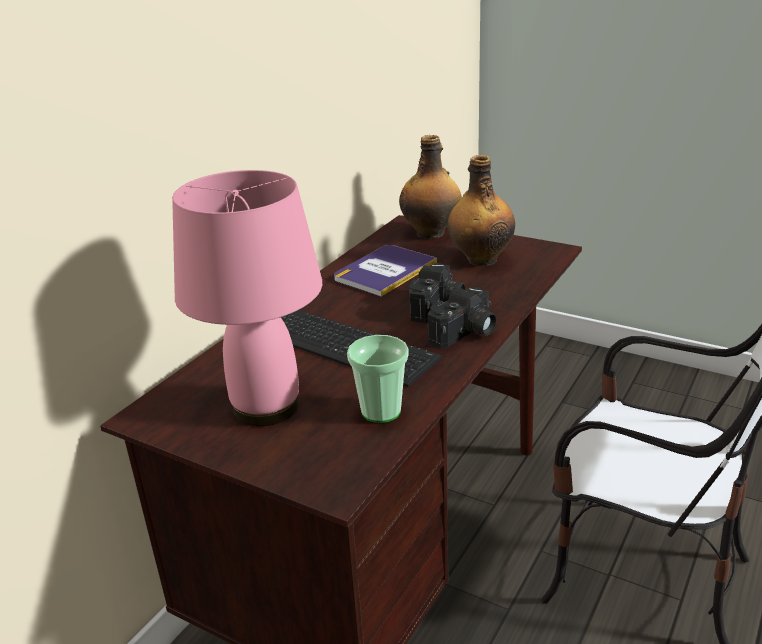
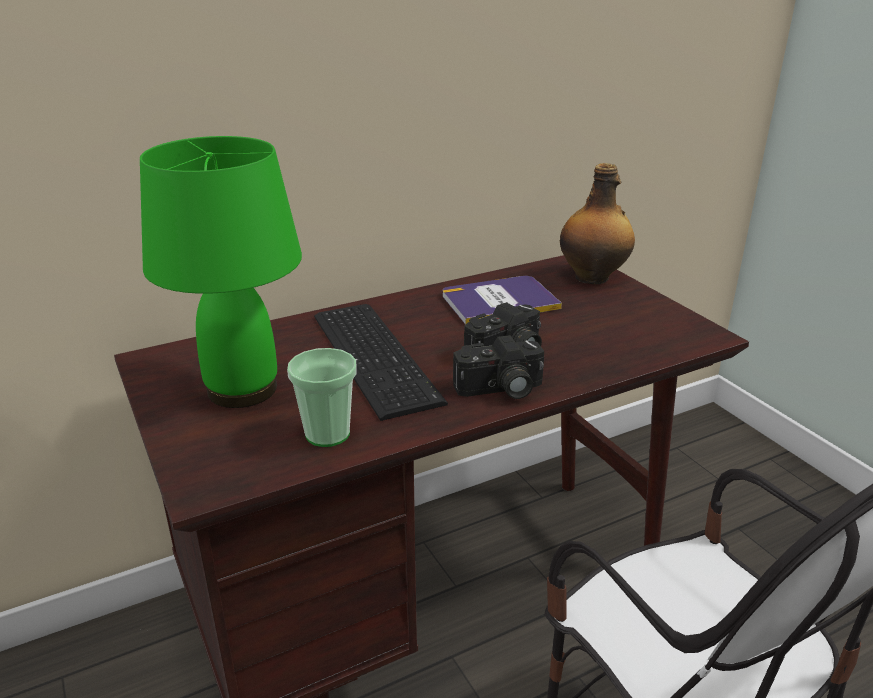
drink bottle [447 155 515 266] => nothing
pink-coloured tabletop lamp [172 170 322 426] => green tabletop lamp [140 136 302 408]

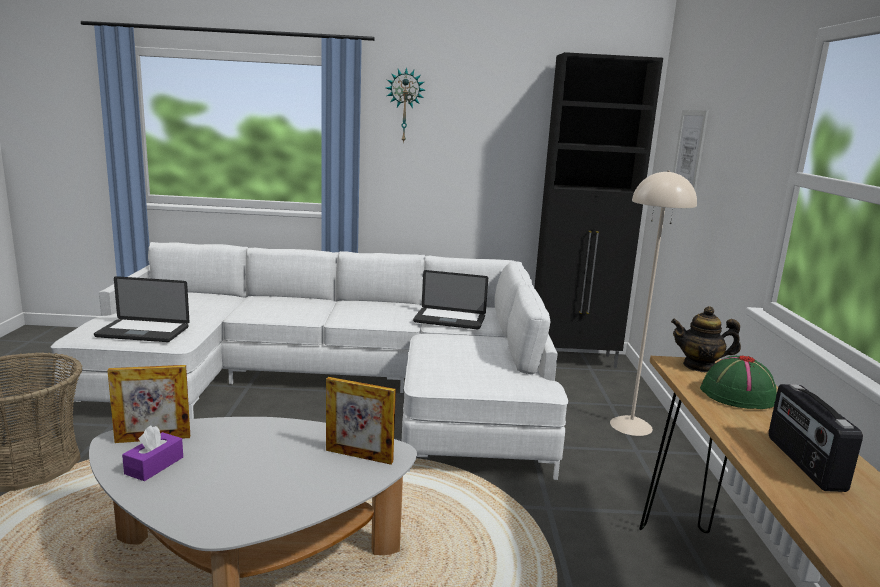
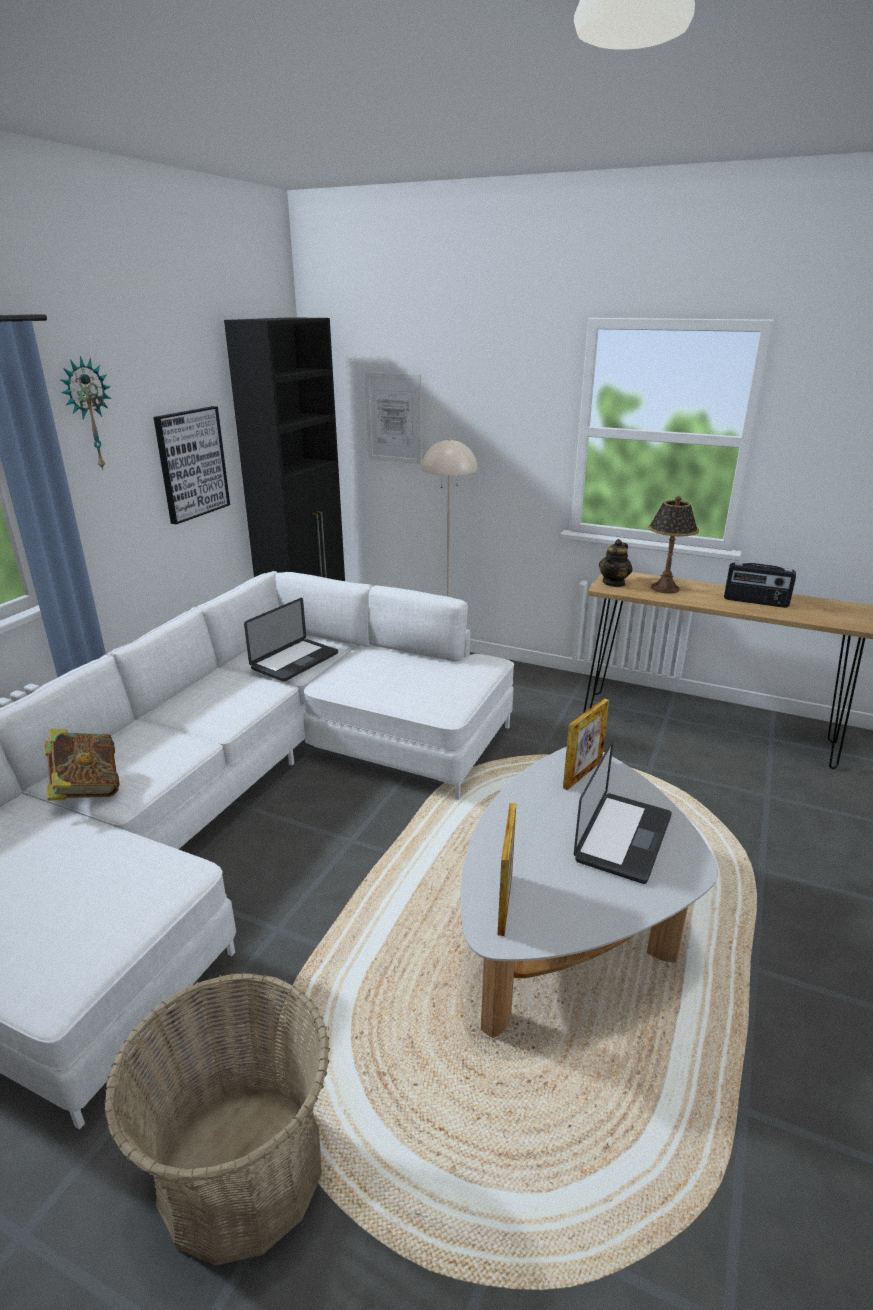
purplish tissue box [122 426 183 481] => nothing
nothing => book [45 729 120 800]
nothing => wall art [153 406 230 525]
portable computer [94 276 189 342] => portable computer [574 739 672 884], moved
green wearable hat [700 355 777 409] => tabletop lamp [648 496 699 593]

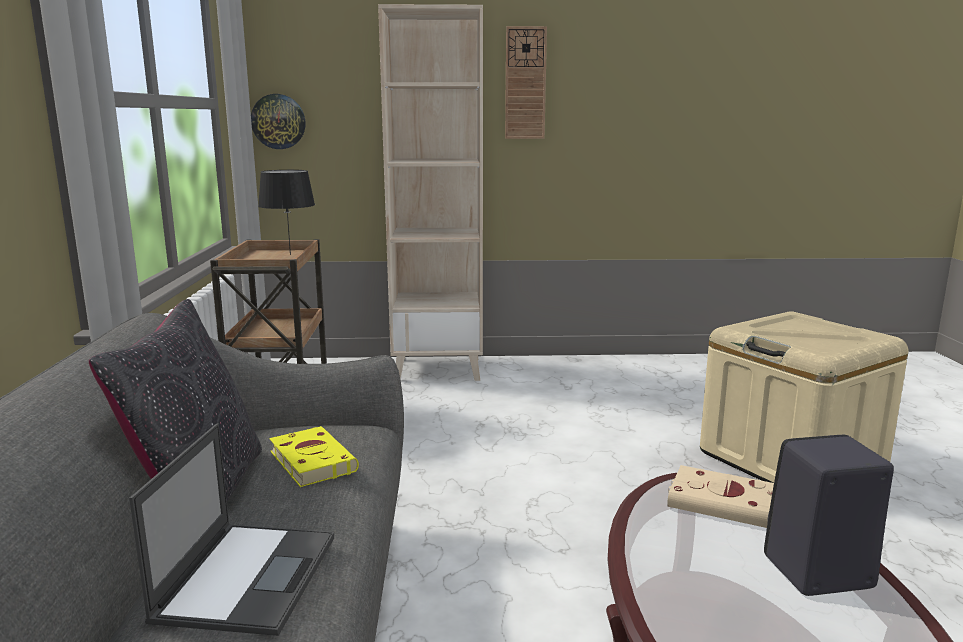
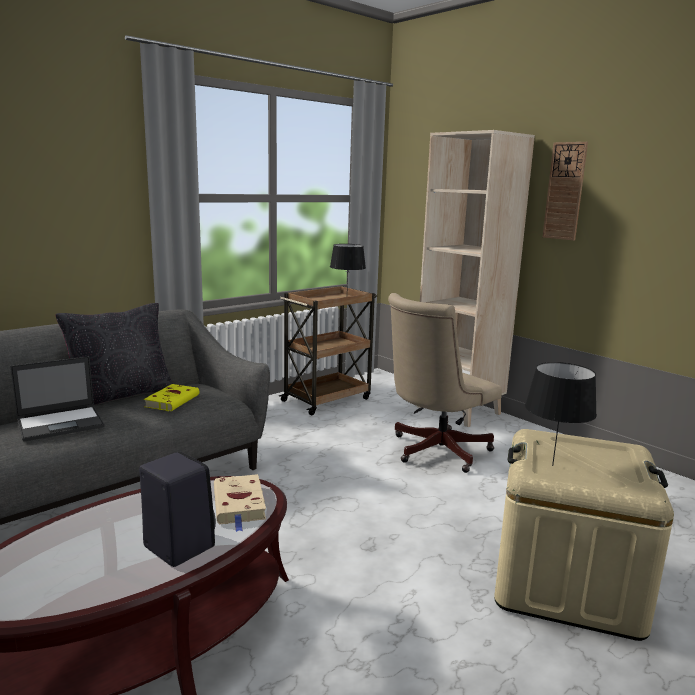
clock on the wall [251 94 306 149] => nothing
nothing => beige-coloured desk chair [388 293 502 473]
nothing => blackish tabletop lamp [525 362 597 466]

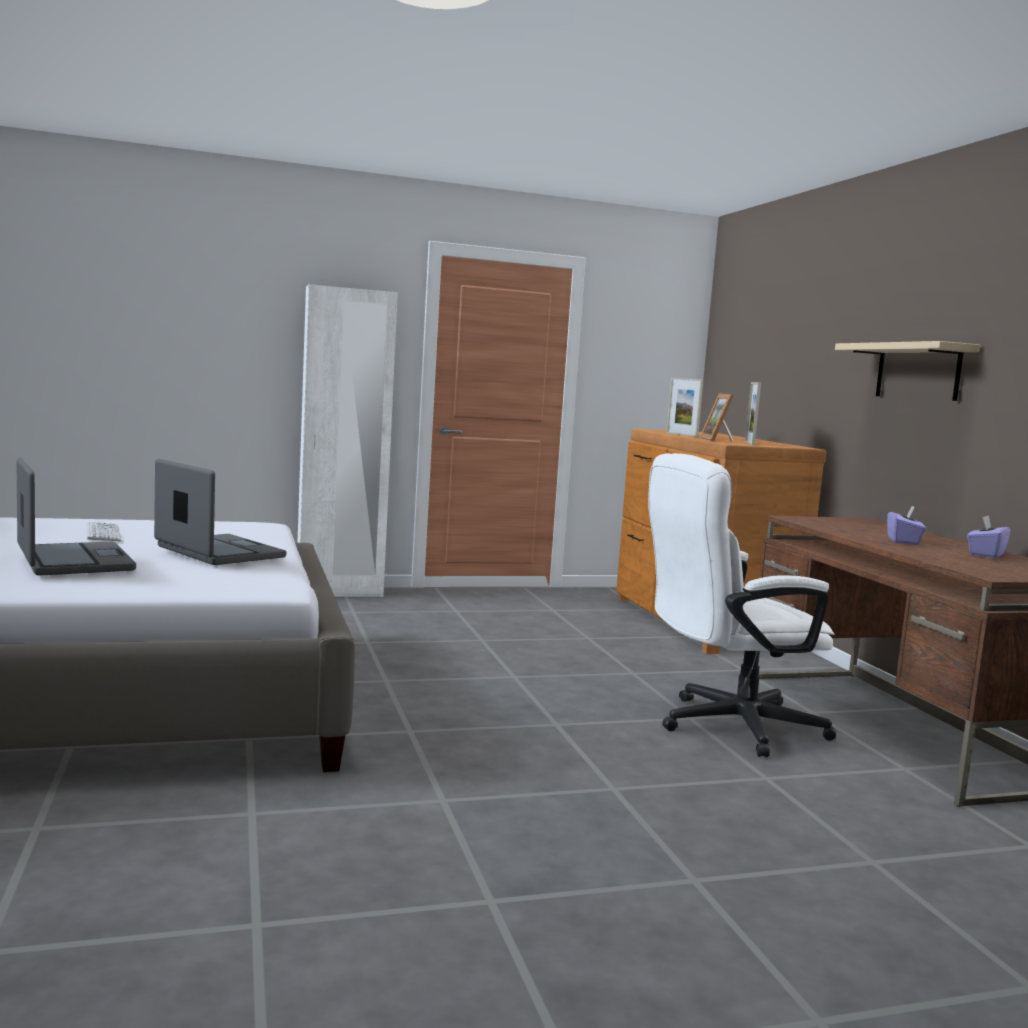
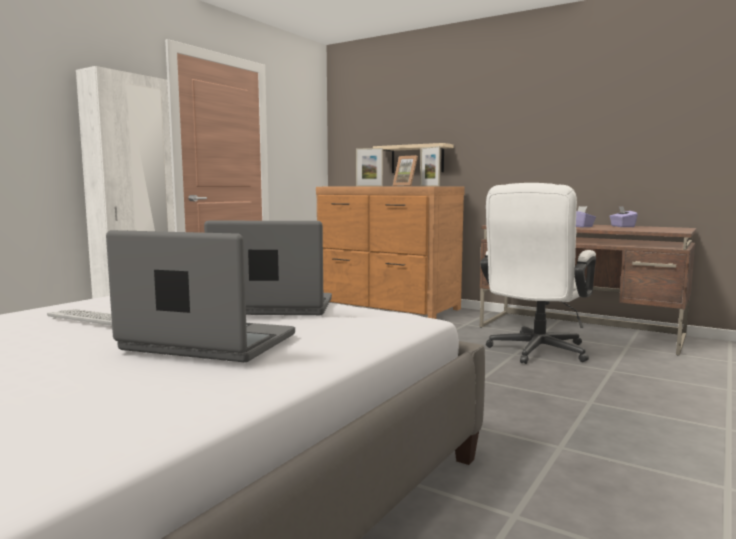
beige-coloured shelf [835 341 980 401] => beige-coloured shelf [373 143 454 173], moved

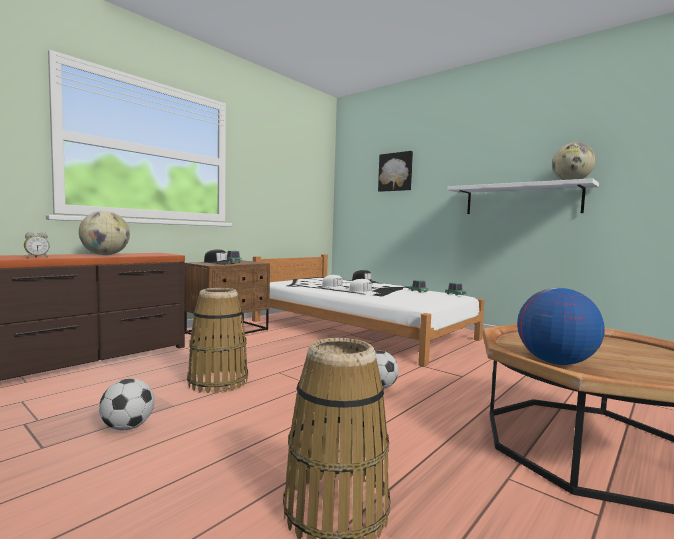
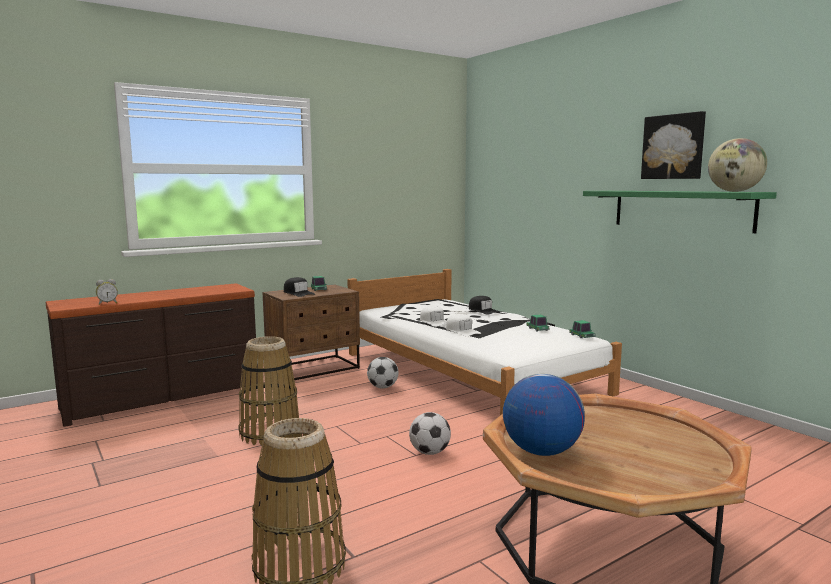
desk globe [79 211 130 255] => nothing
football ball [99 378 155 430] => football ball [367 357 398 388], moved
wall art [378 151 413 192] => wall art [641 111 706 179], moved
whitish shelf [448 178 599 214] => green shelf [583 191 777 233]

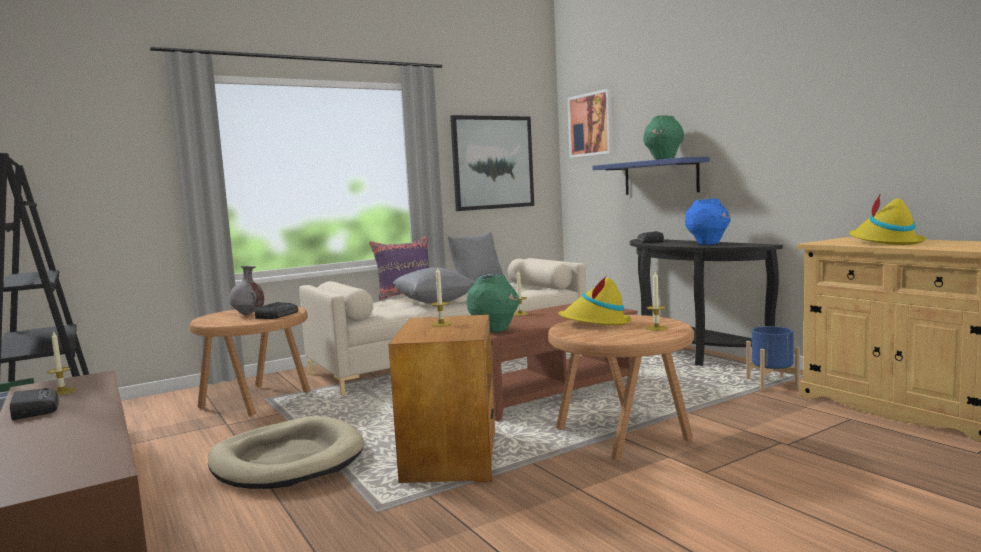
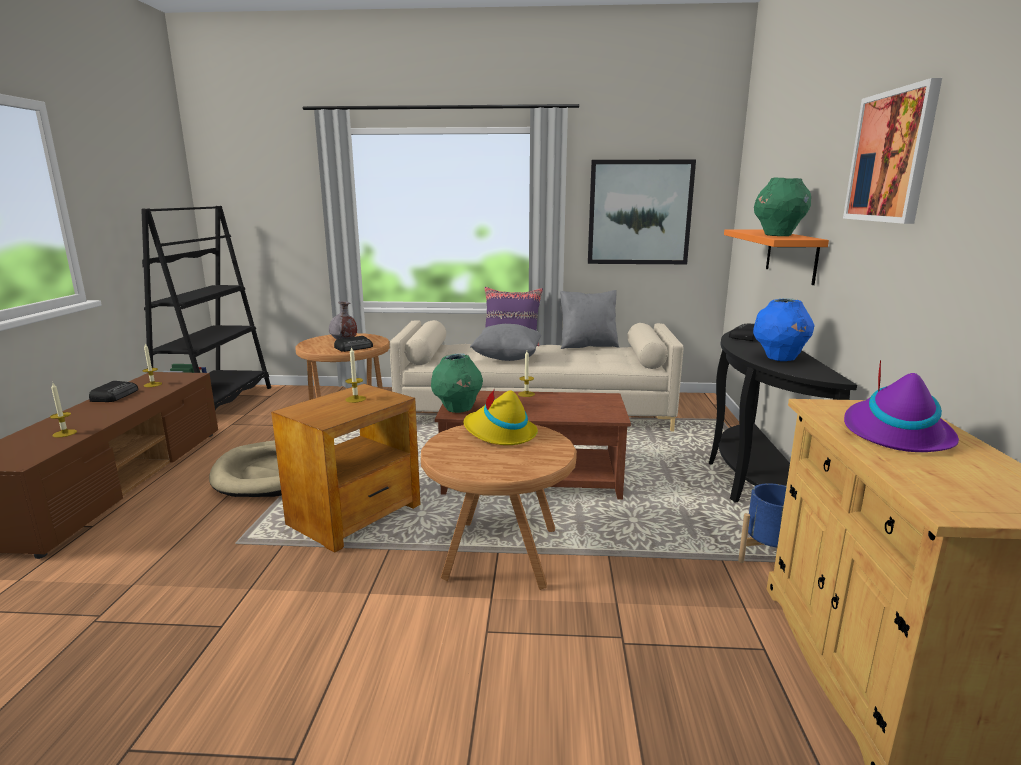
wall art [568 89 613 158] => wall art [843 78 942 224], moved
wax light [646 271 668 331] => wax light [50 383 77 438], moved
blue-coloured shelf [592 157 710 195] => orangey shelf [724 229 829 285]
yellowish wearable hat [849 195 927 245] => purplish wearable hat [844 360 959 452]

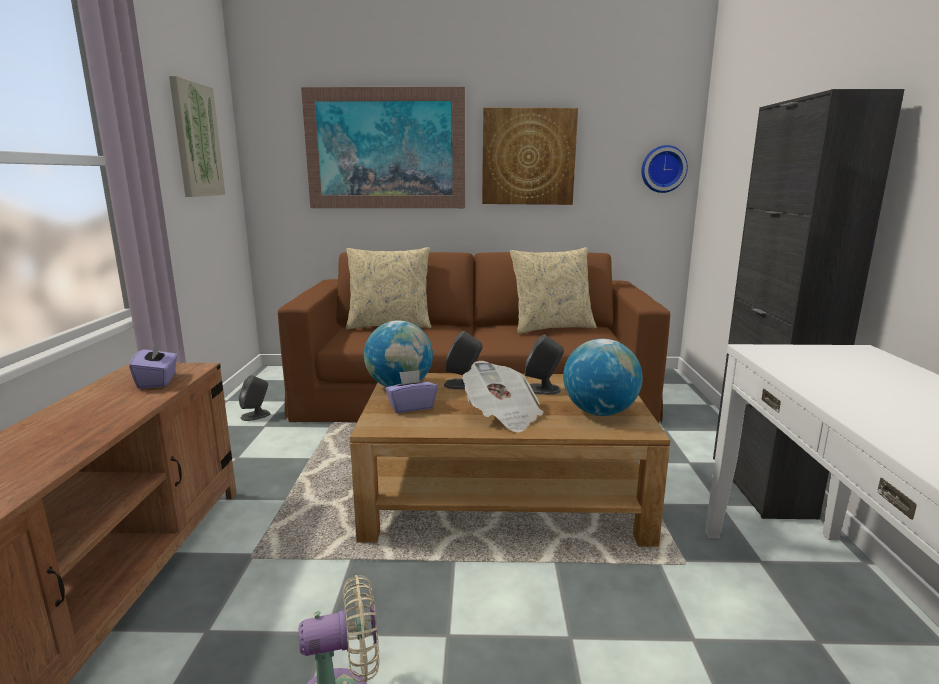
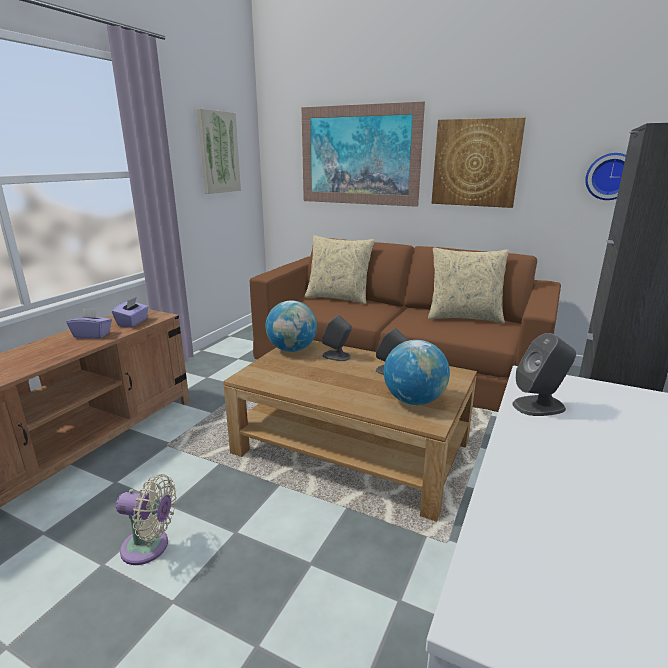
newspaper [462 361 544 433] => nothing
grey loudspeaker [239 375 270 421] => grey loudspeaker [512 333 576 416], moved
purplish tissue box [385 370 438 413] => purplish tissue box [66 308 112 339], moved

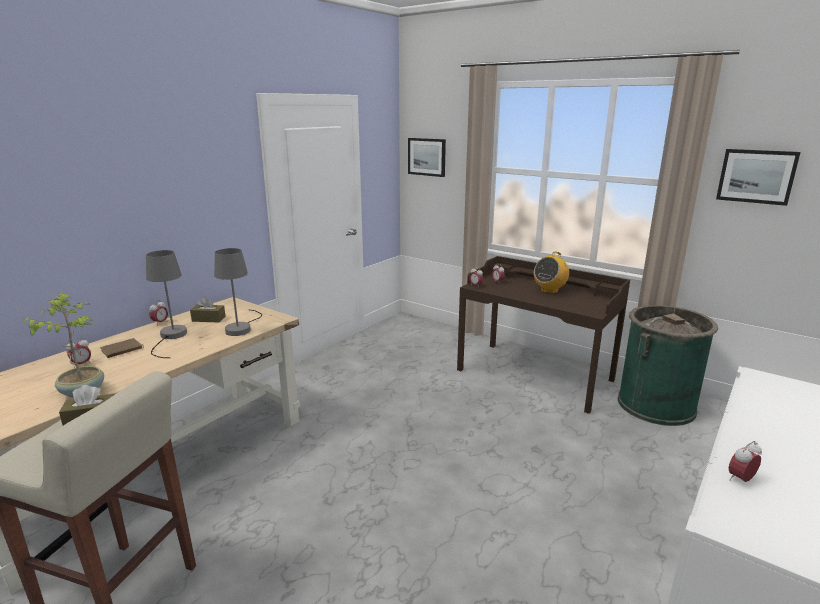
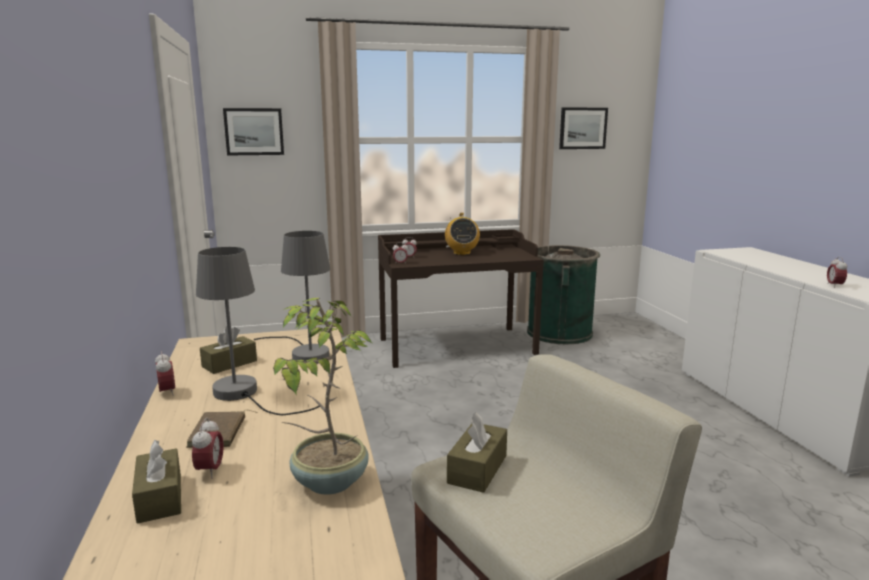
nothing => brown tissue box [132 440 181 524]

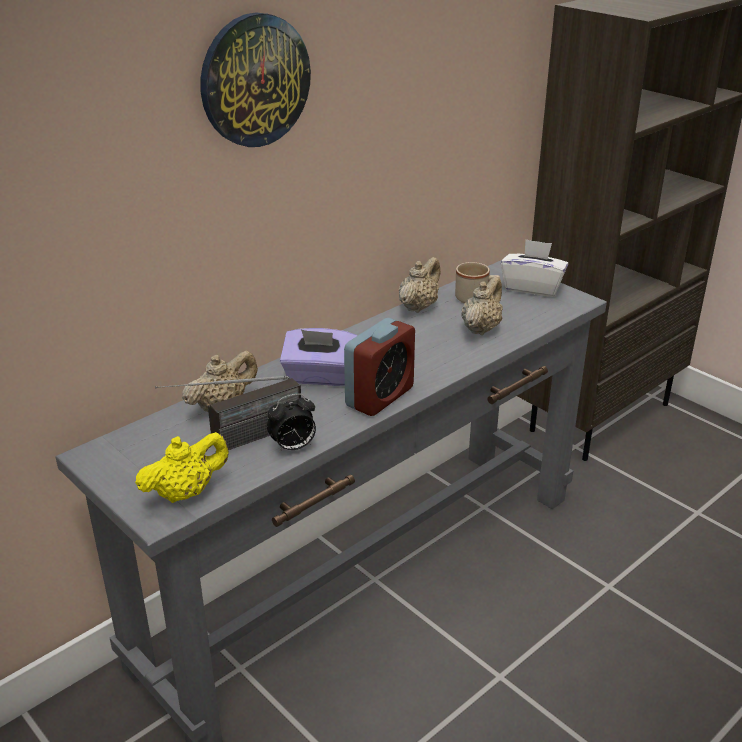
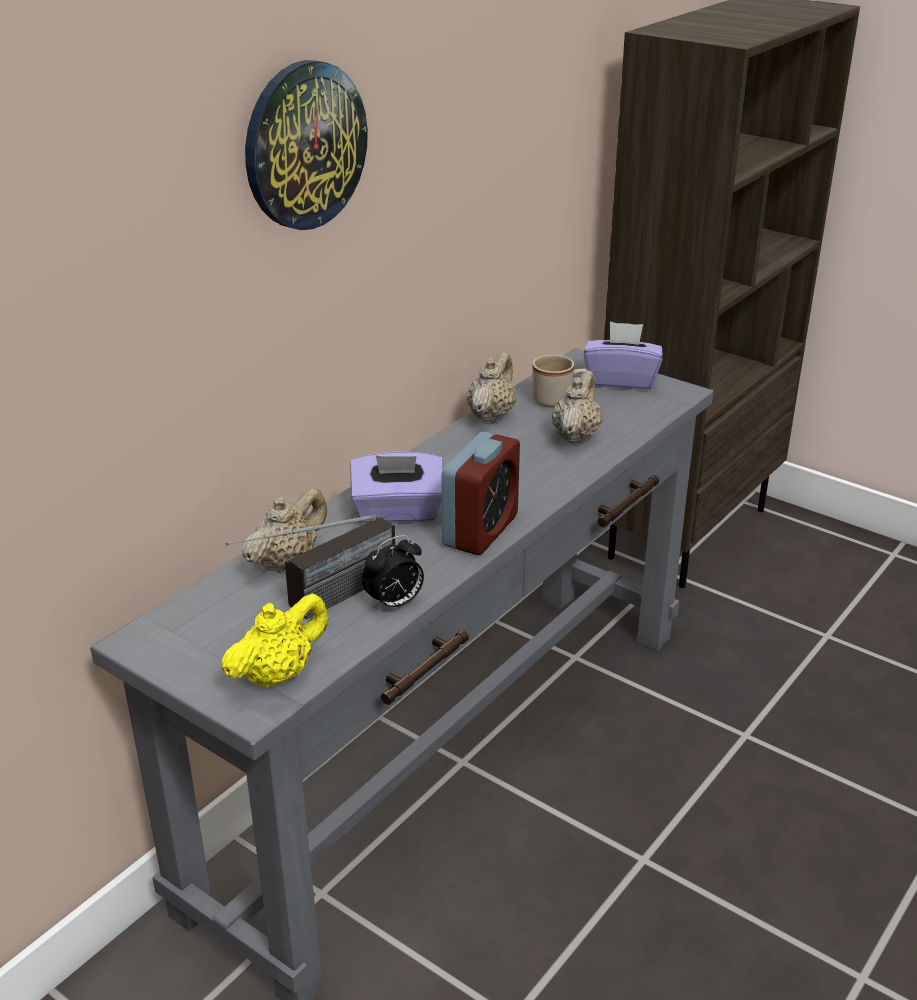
whitish tissue box [501 239 568 297] => purplish tissue box [584 321 663 390]

